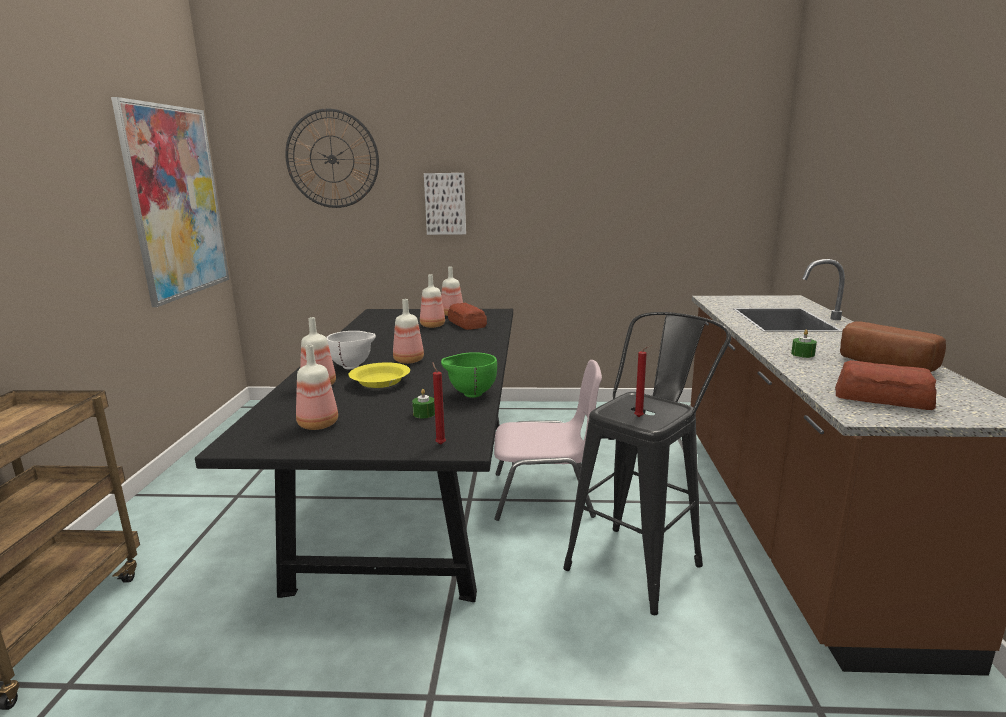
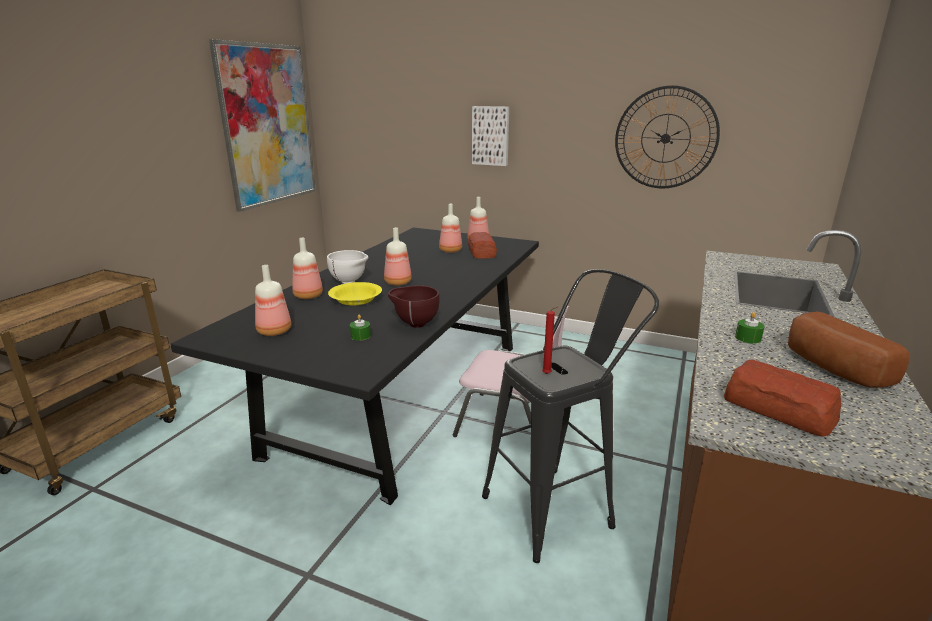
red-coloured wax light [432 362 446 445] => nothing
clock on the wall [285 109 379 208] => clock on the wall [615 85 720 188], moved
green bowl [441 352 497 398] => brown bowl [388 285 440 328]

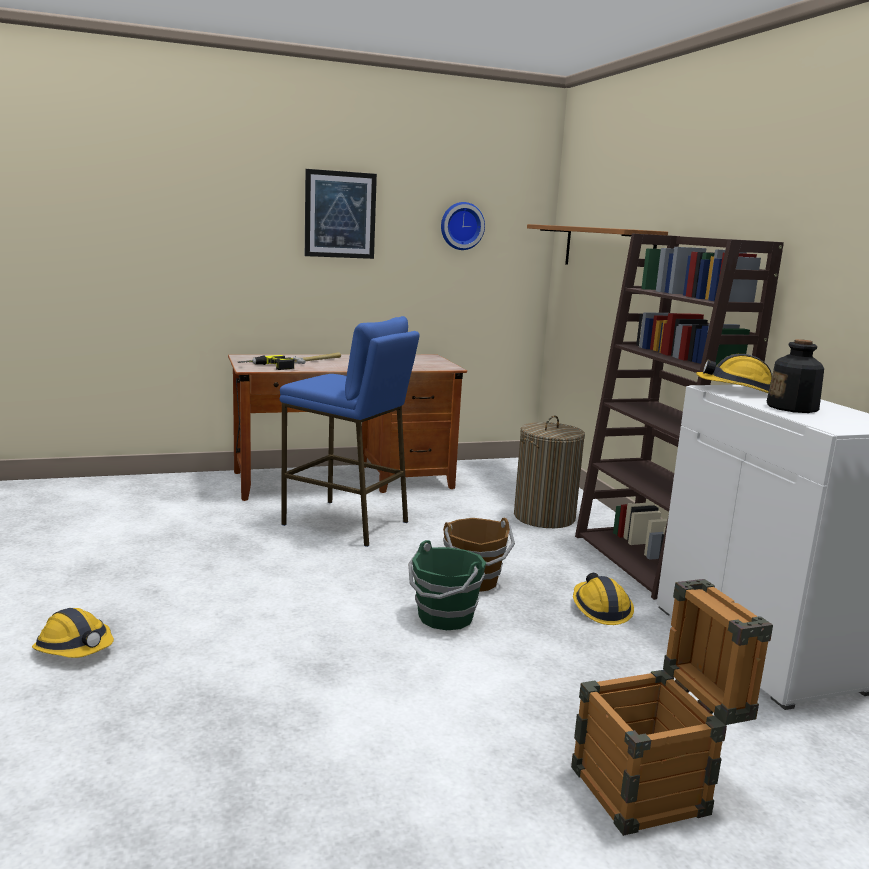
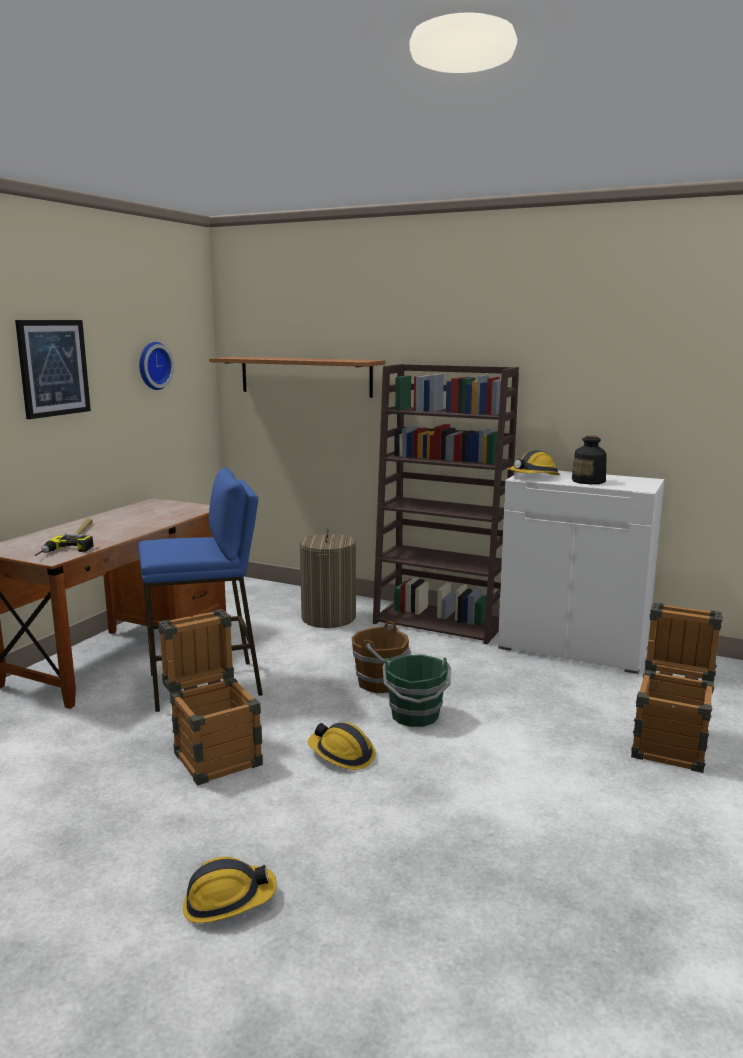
nothing => packing crate [158 609 263 786]
hard hat [573 573 634 625] => hard hat [308 723 376 770], moved

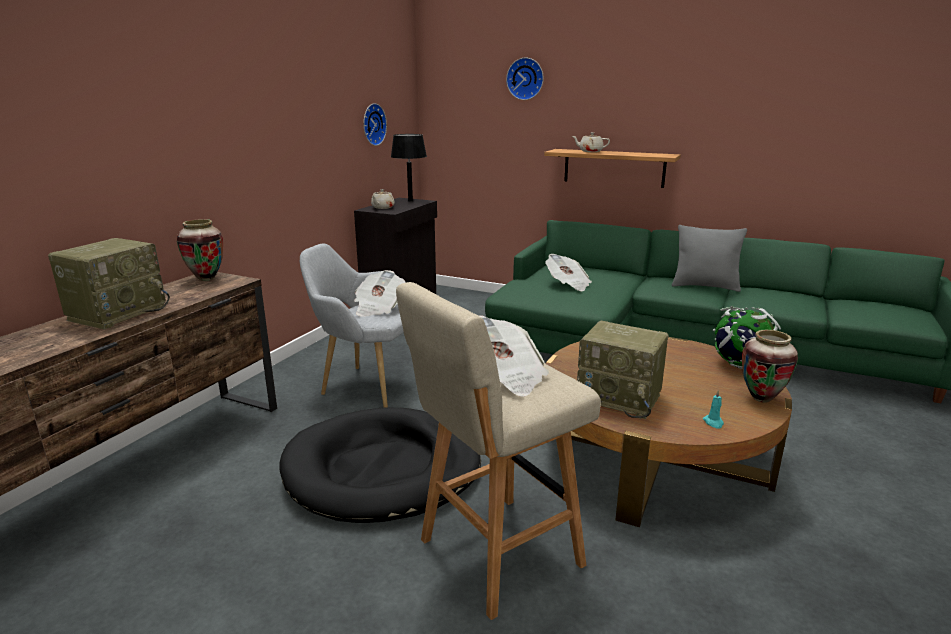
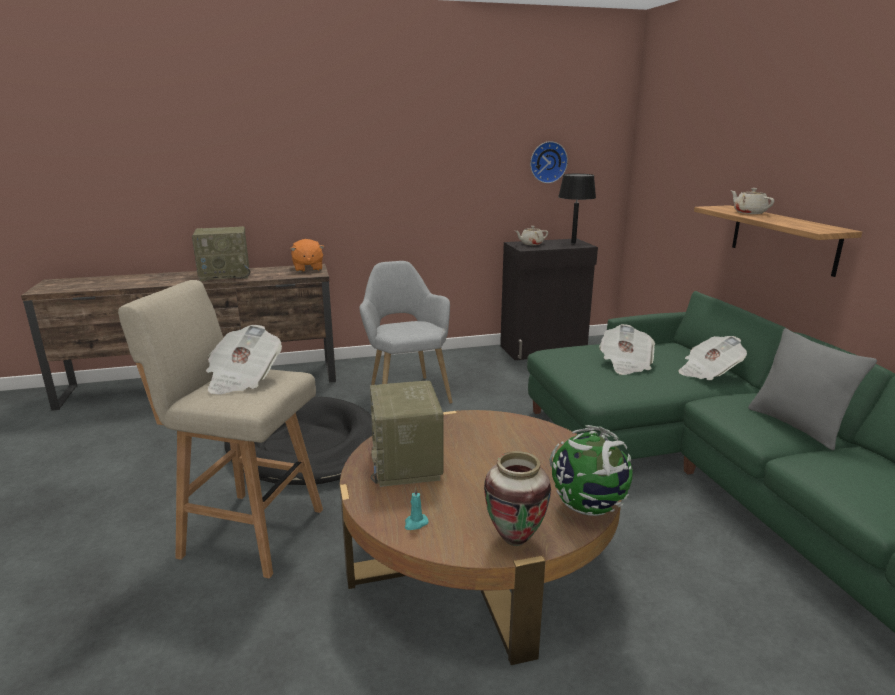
clock on the wall [506 57 544 100] => nothing
newspaper [354 270 406 317] => newspaper [678 336 747 380], moved
vase [177 219 223 281] => orangey soft toy [290 239 324 272]

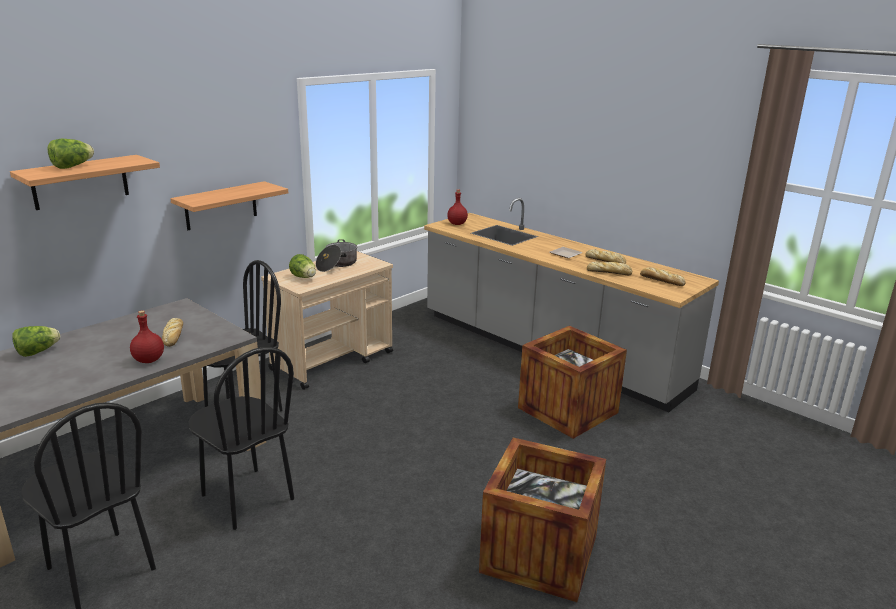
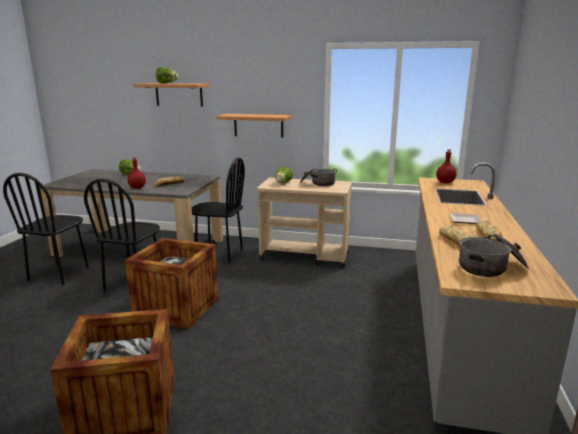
packing crate [518 326 627 439] => packing crate [125 238 218 329], moved
baked bread [640 267 685 286] => cooking pot [459 234 529 277]

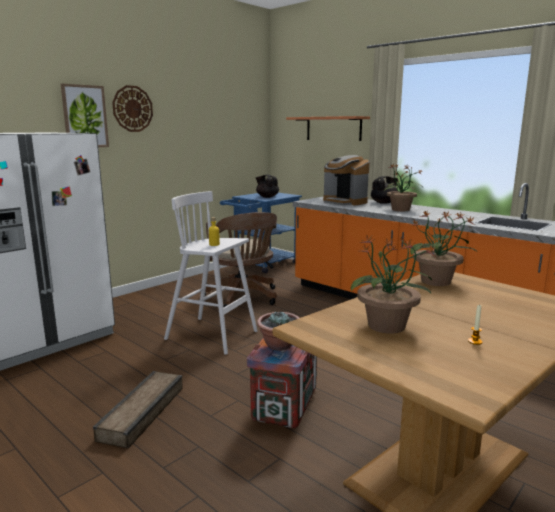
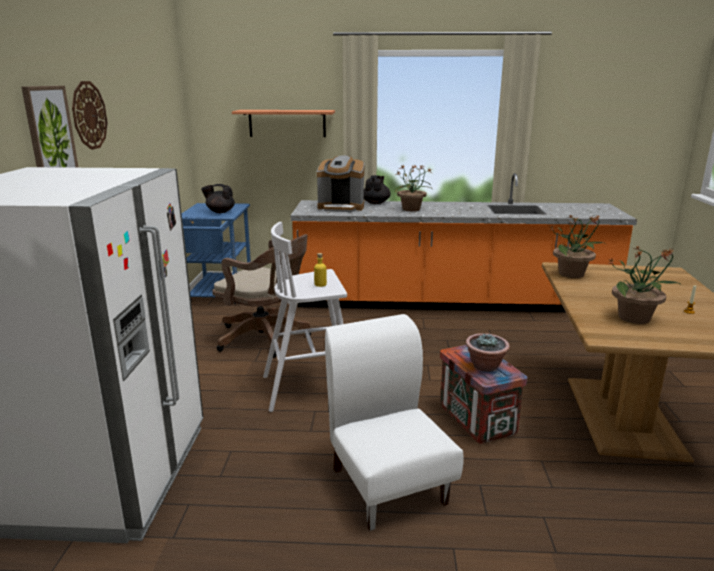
packing crate [93 371 183 449] => whitish upright chair [325 314 463 531]

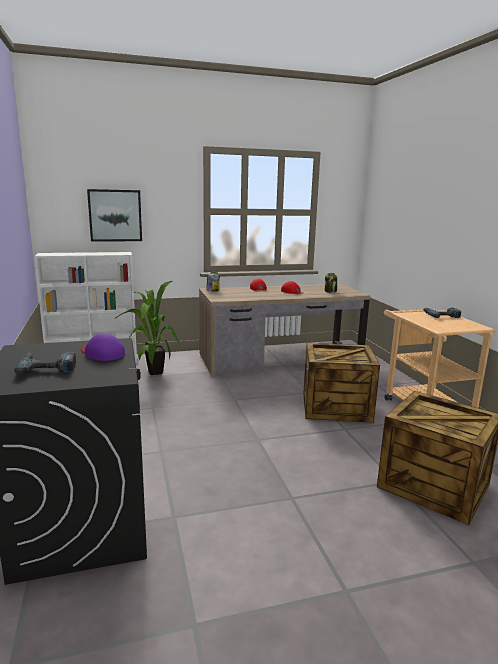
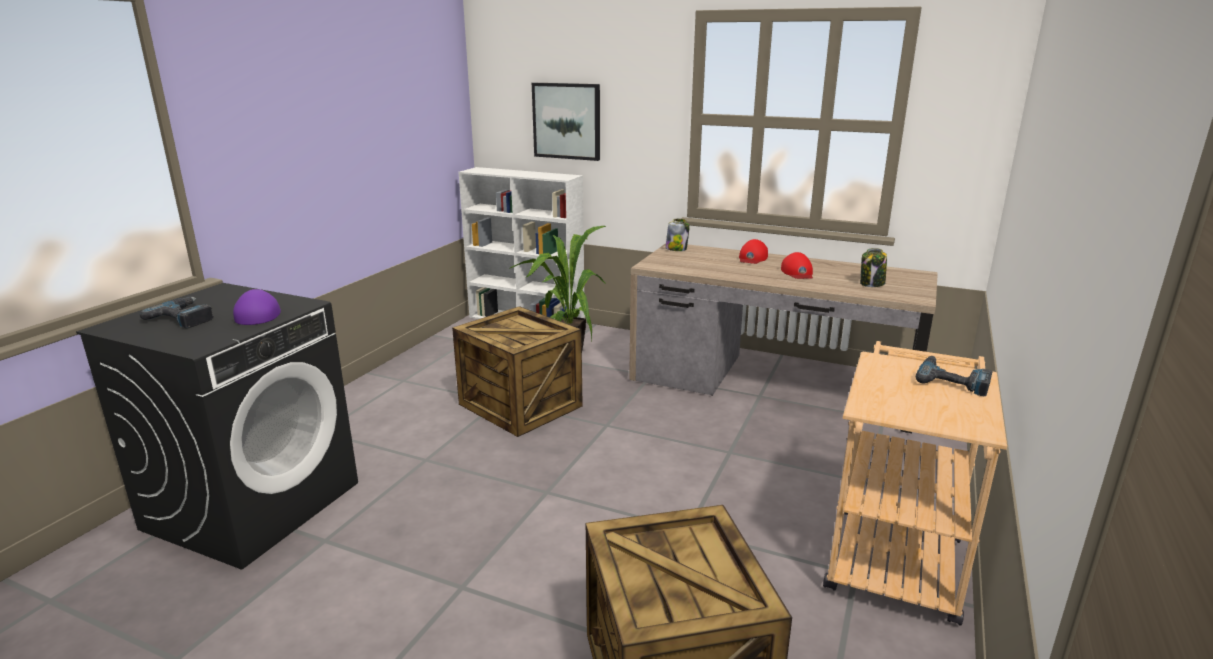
packing crate [303 342 380 423] => packing crate [452 306 583 437], moved

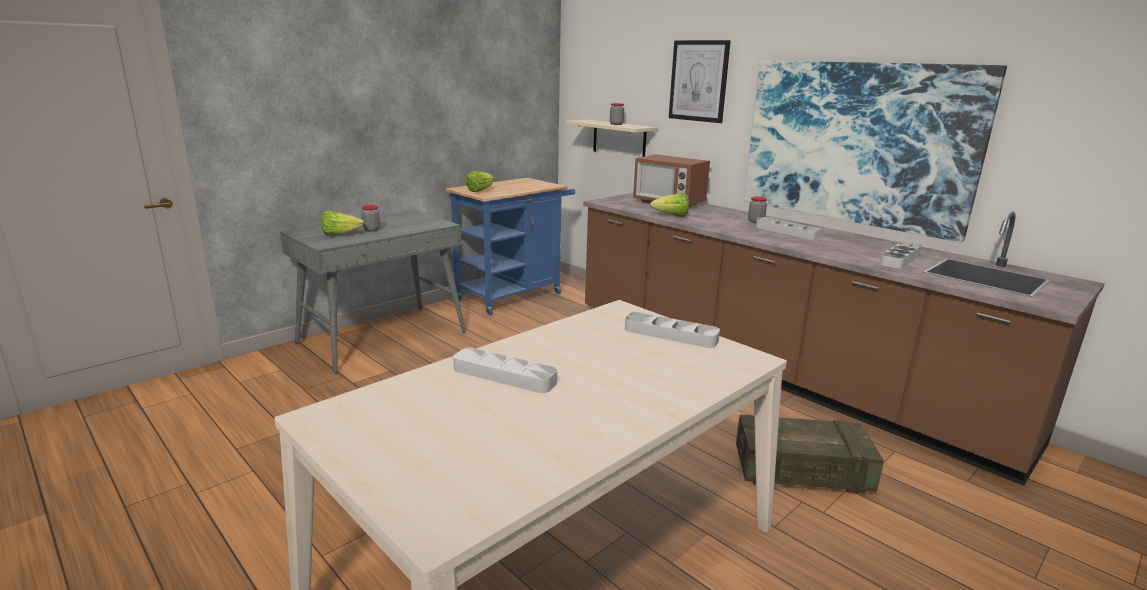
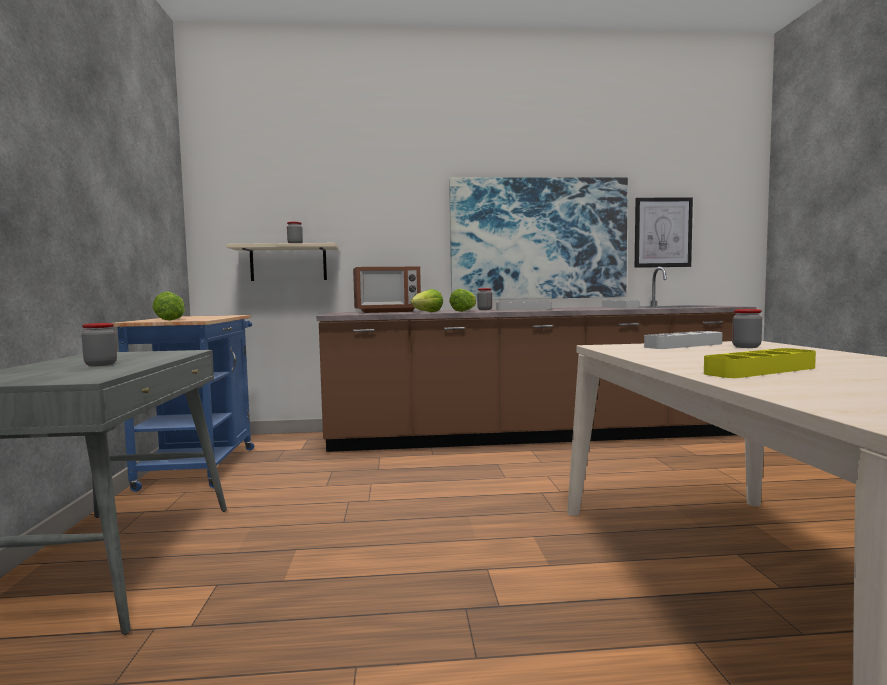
packing crate [736 415 884 494] => nothing
nothing => jar [732 309 762 348]
head of lettuce [321 211 365 236] => head of lettuce [449 288 476 312], moved
wall art [669 40 731 123] => wall art [635 197 693 268], moved
grey serving tray [453 348 557 393] => yellowish serving tray [704 348 816 378]

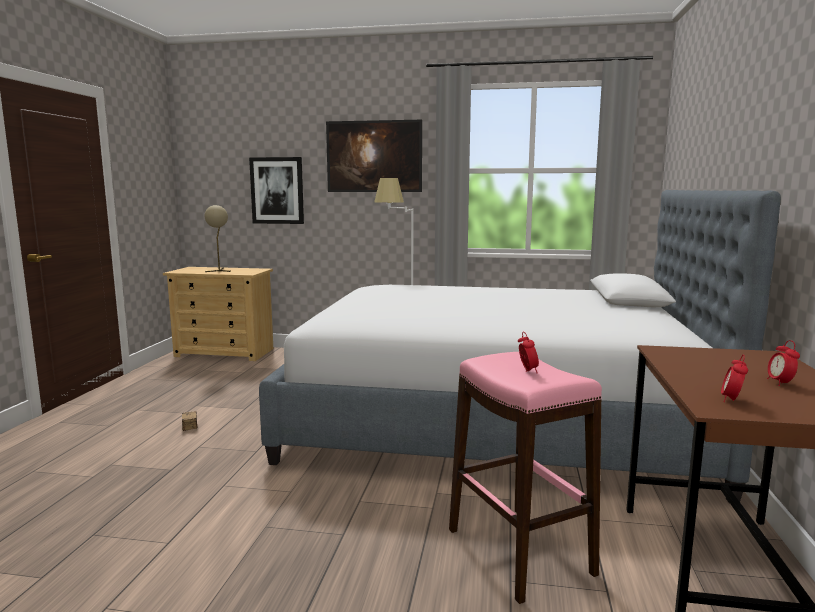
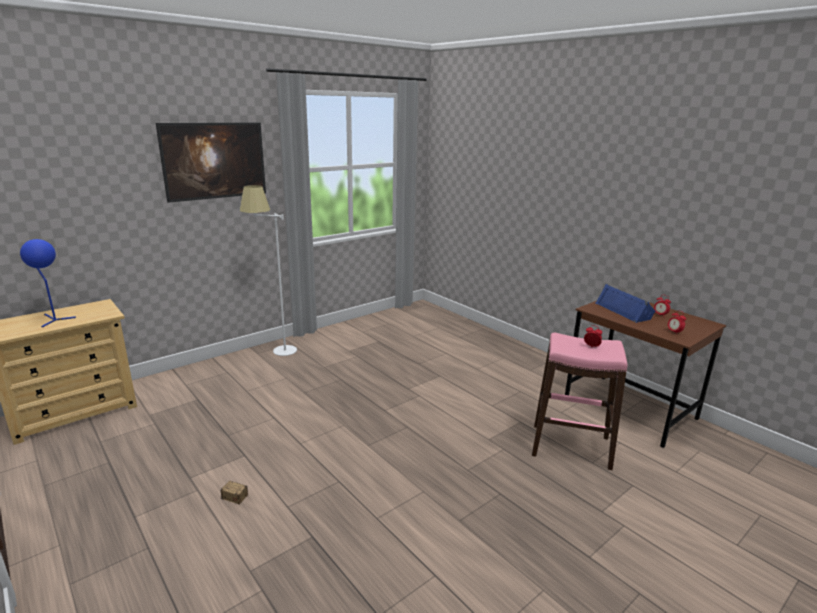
wall art [249 157 304 224] => nothing
bedroom bed [259 190 781 503] => nothing
nothing => blue-coloured loudspeaker [596 284 655 323]
beige-coloured tabletop lamp [205 205 231 272] => blue-coloured tabletop lamp [20 239 76 327]

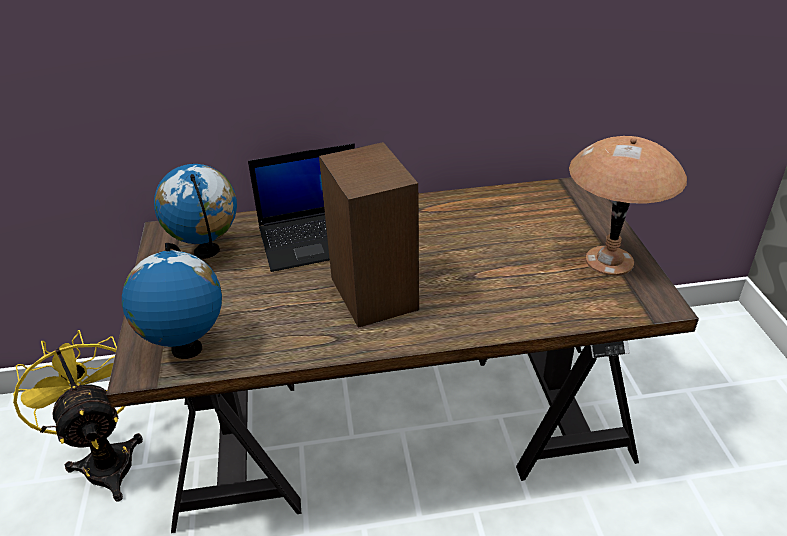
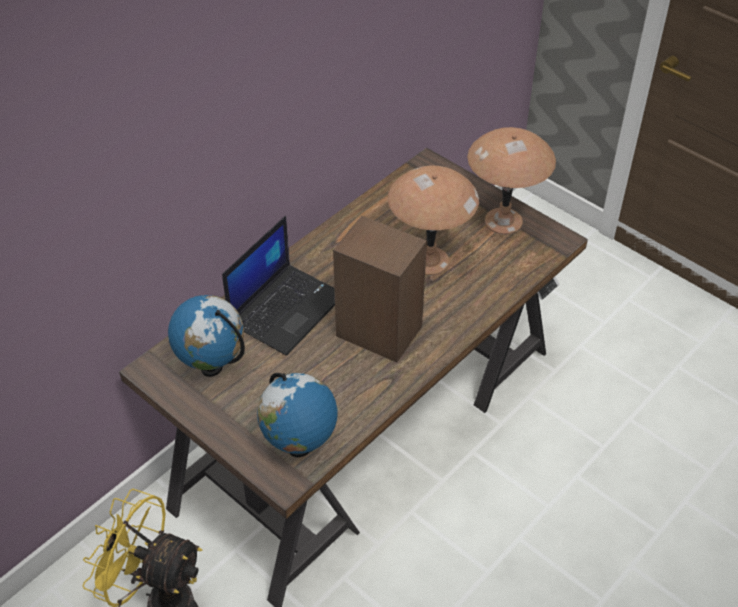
nothing => brown tabletop lamp [388 165 479 275]

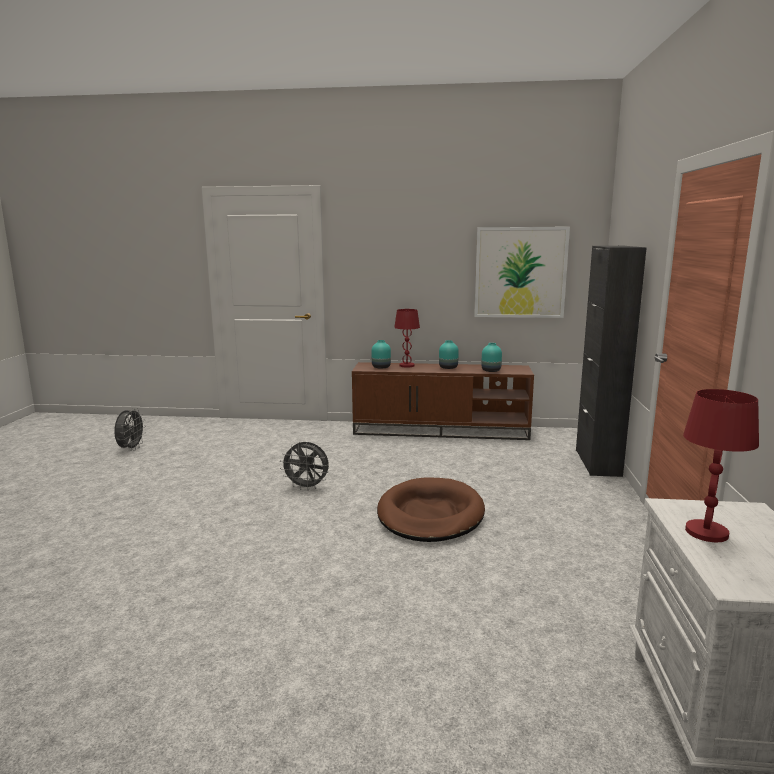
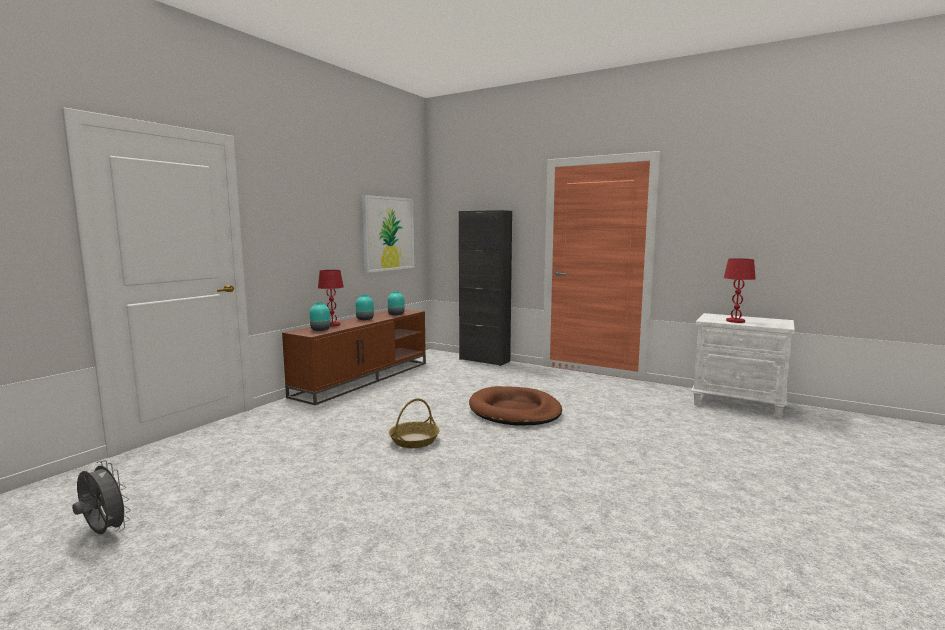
grey cooling fan [280 442 329 491] => storage basket [389 398 439 448]

